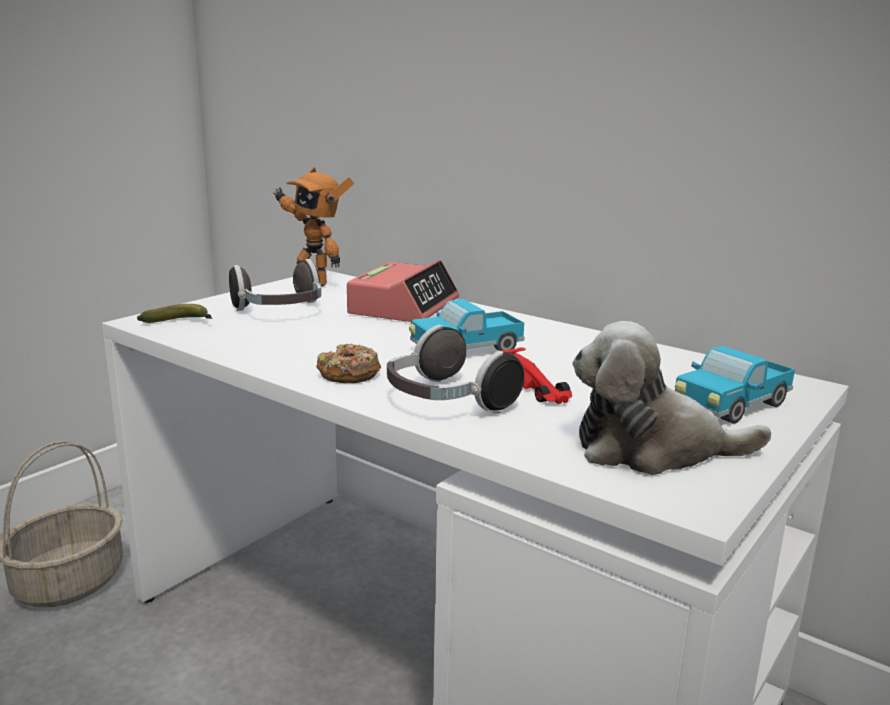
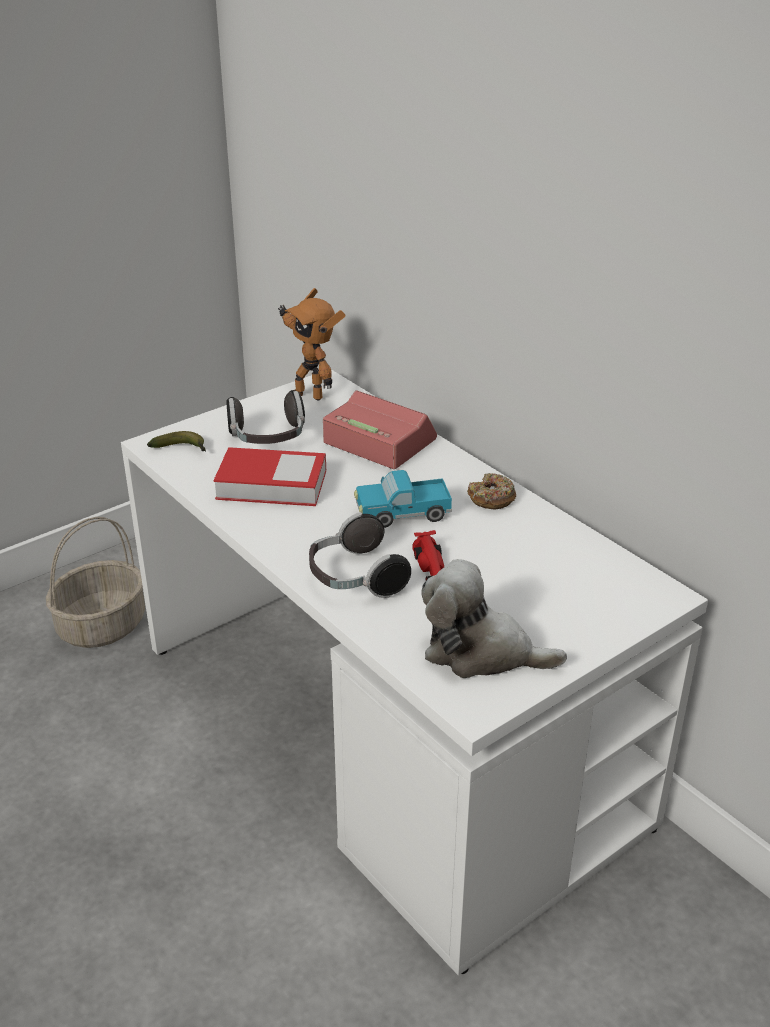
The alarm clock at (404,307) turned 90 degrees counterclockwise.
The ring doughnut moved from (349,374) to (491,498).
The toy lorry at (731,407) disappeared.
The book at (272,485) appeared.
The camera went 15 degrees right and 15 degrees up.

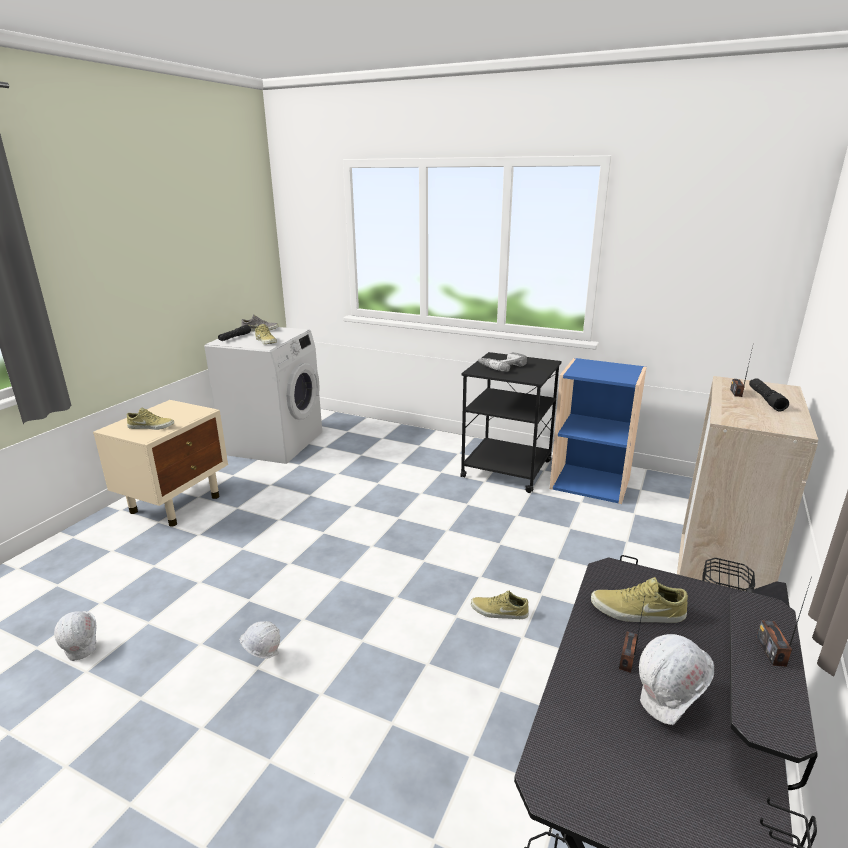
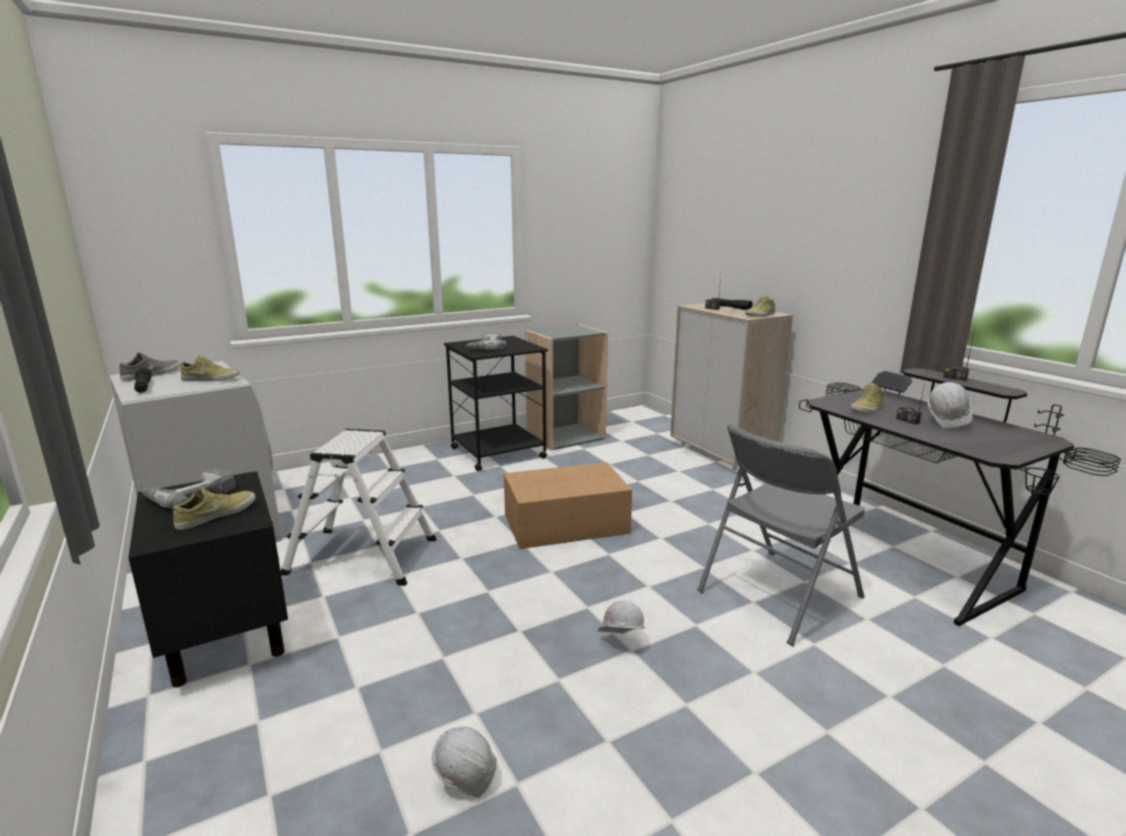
The blue bookcase at (591,483) became the gray bookcase at (566,436).
The beige night table at (176,503) became the black night table at (227,639).
The beige item of footwear moved from (499,612) to (761,315).
The gray upright chair at (779,594) appeared.
The white-coloured step stool at (362,556) appeared.
The carton at (564,523) appeared.
The electric drill at (189,495) appeared.
The camera went 55 degrees left and 5 degrees down.

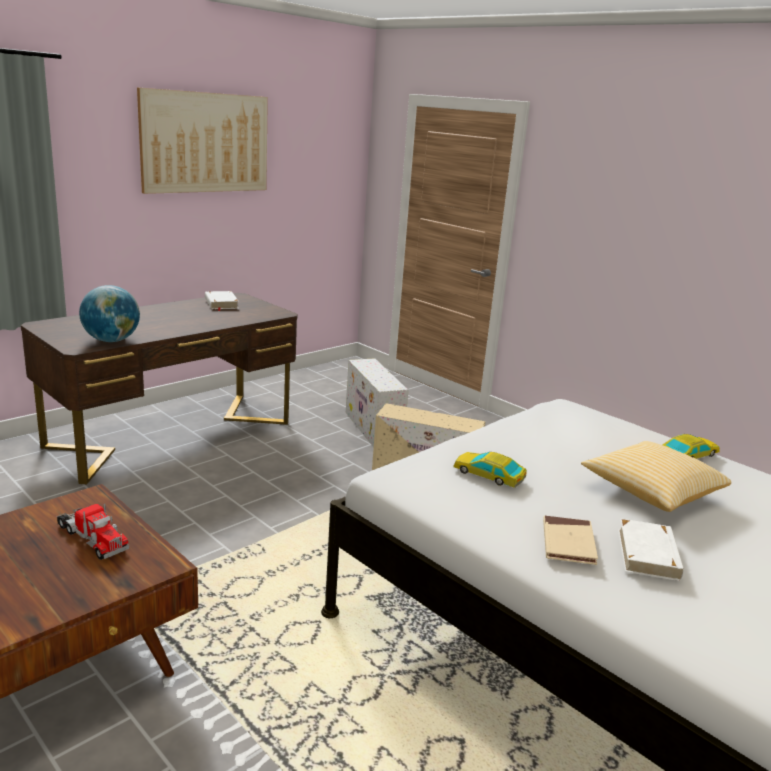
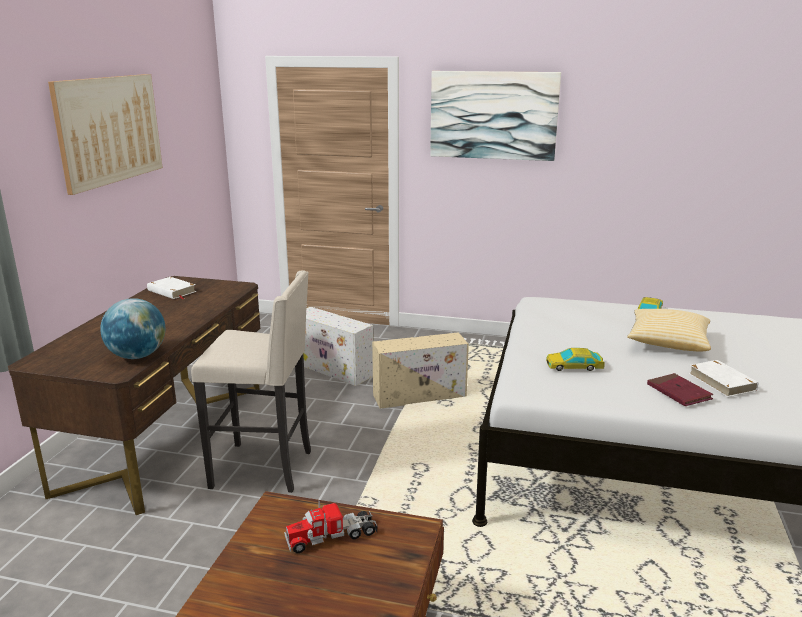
The toy lorry at (92,538) turned 150 degrees clockwise.
The beige book at (568,543) became the red-coloured book at (678,392).
The wall picture at (493,115) appeared.
The beige stool at (265,469) appeared.
The camera went 30 degrees left and 0 degrees up.

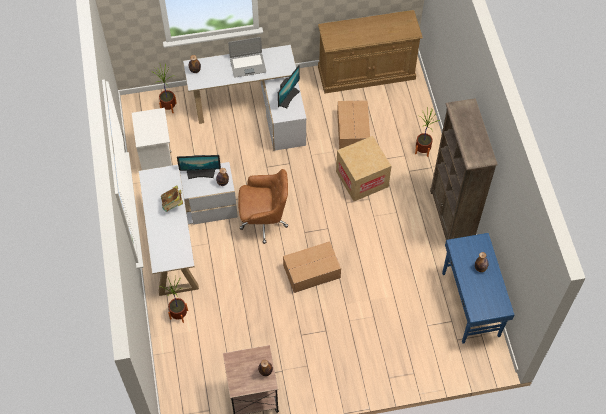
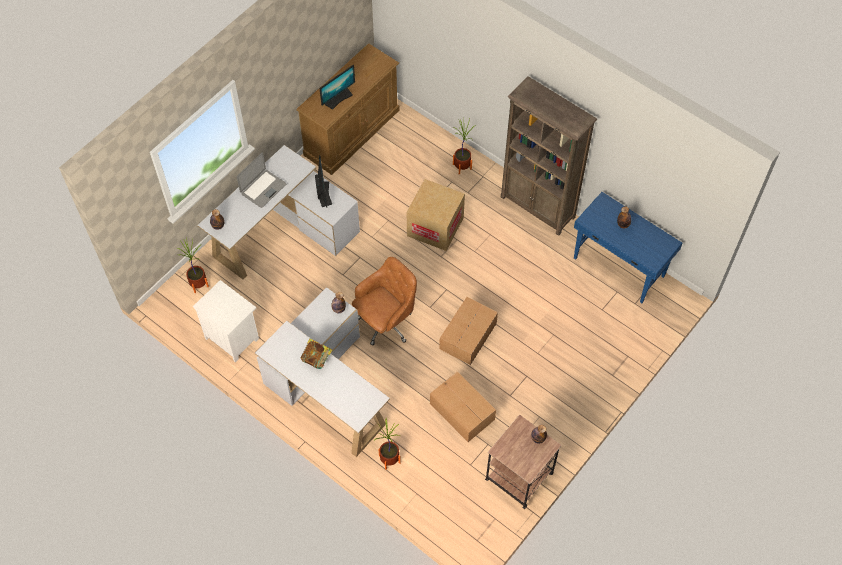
The carton moved from (352,131) to (462,412).
The monitor moved from (200,173) to (338,98).
The camera went 40 degrees left and 0 degrees up.

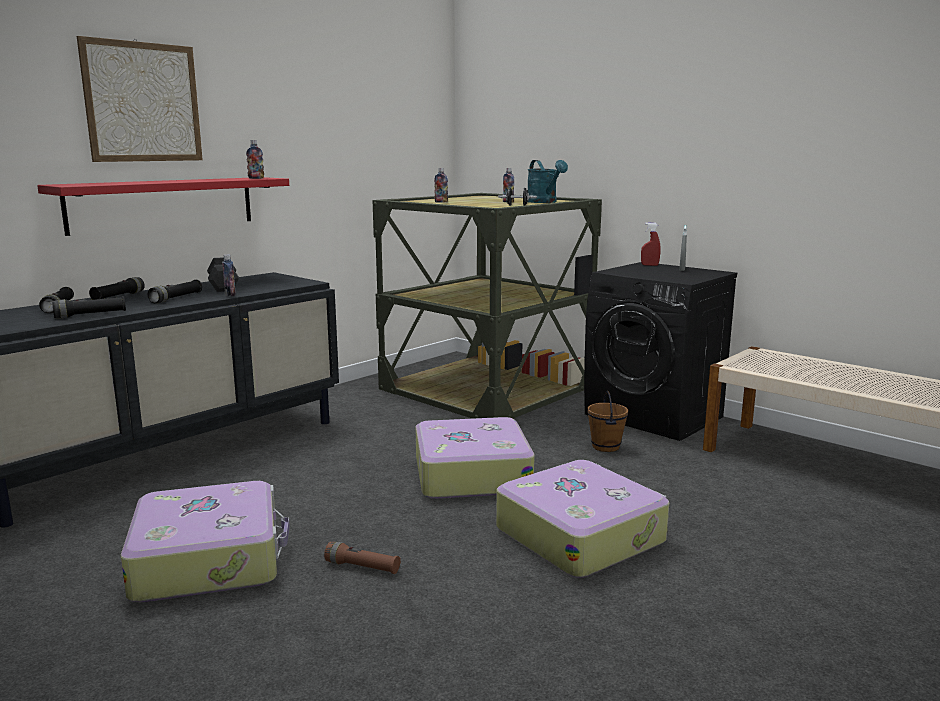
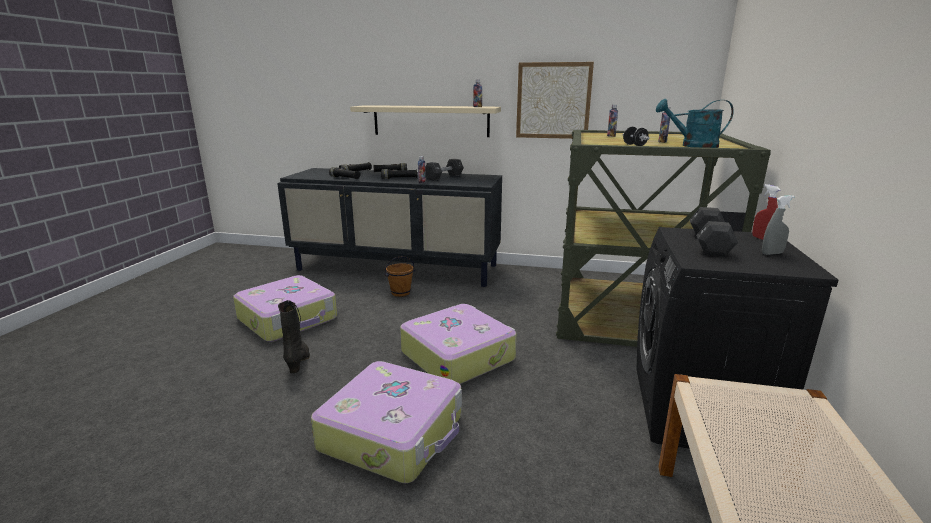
The wall picture moved from (142,101) to (553,100).
The turquoise sprinkling can at (544,202) turned 60 degrees clockwise.
The red-coloured shelf at (163,204) became the beige shelf at (430,121).
The brown pail moved from (606,447) to (401,293).
The brown torch at (362,567) was replaced by the black high-top boot at (299,361).
The black dumbbell at (709,244) appeared.
The camera went 60 degrees right and 5 degrees up.

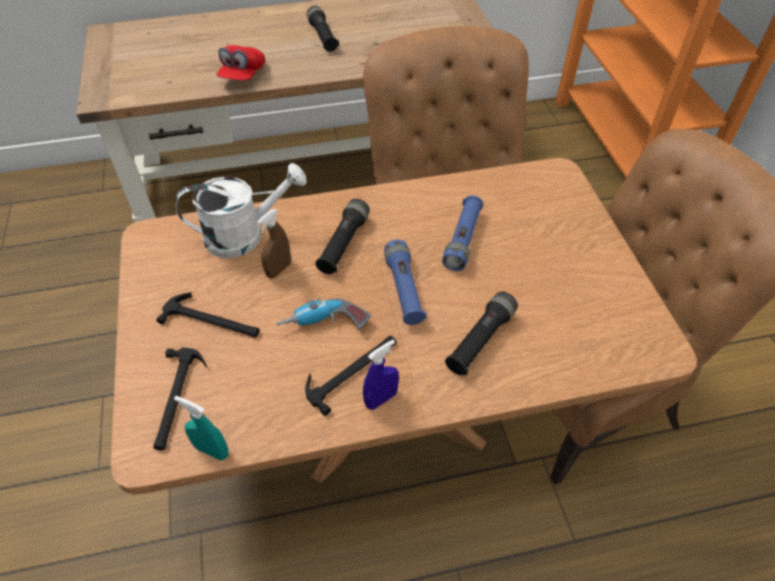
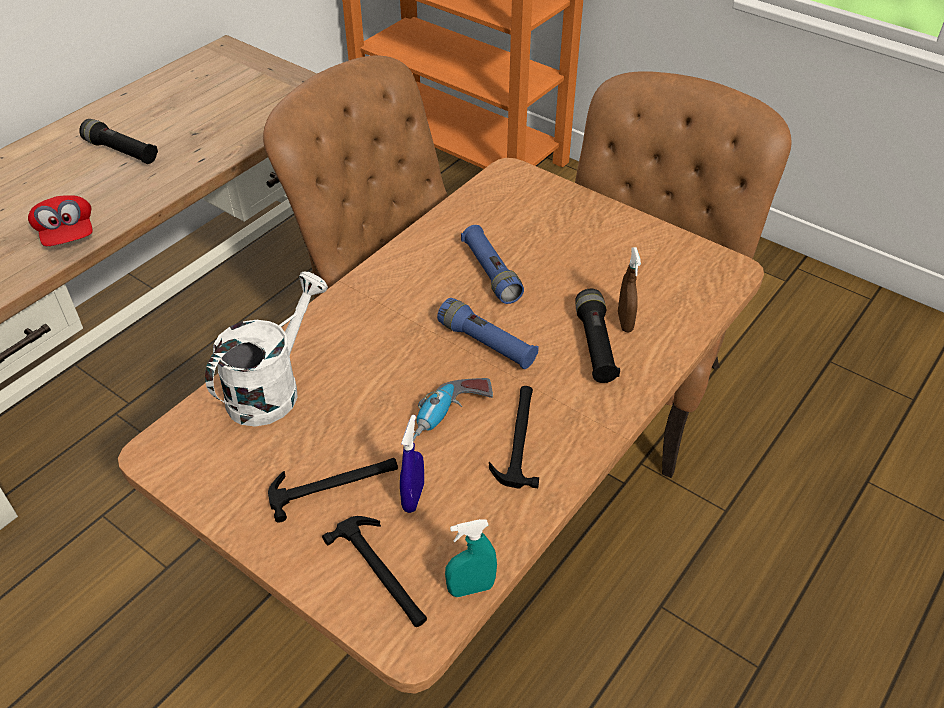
The black torch at (343,244) disappeared.
The brown hand sprayer moved from (278,270) to (625,322).
The blue hand sprayer moved from (381,399) to (413,497).
The camera went 40 degrees left and 5 degrees down.

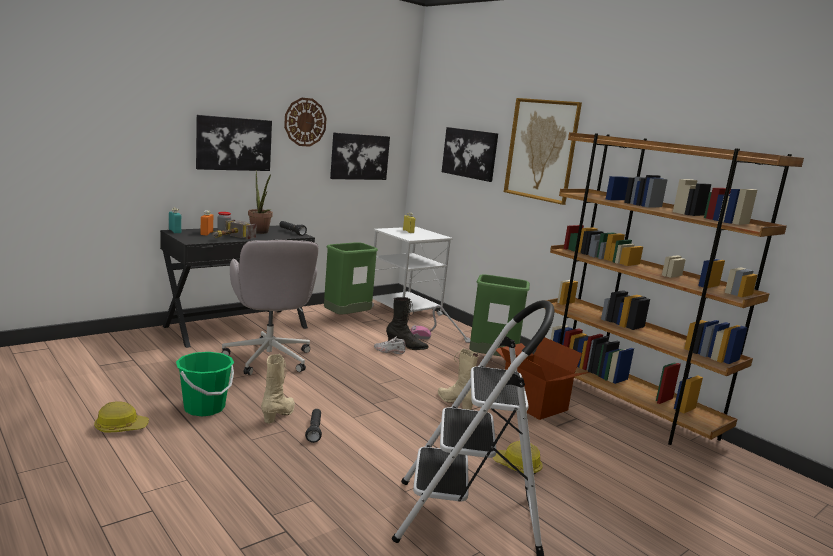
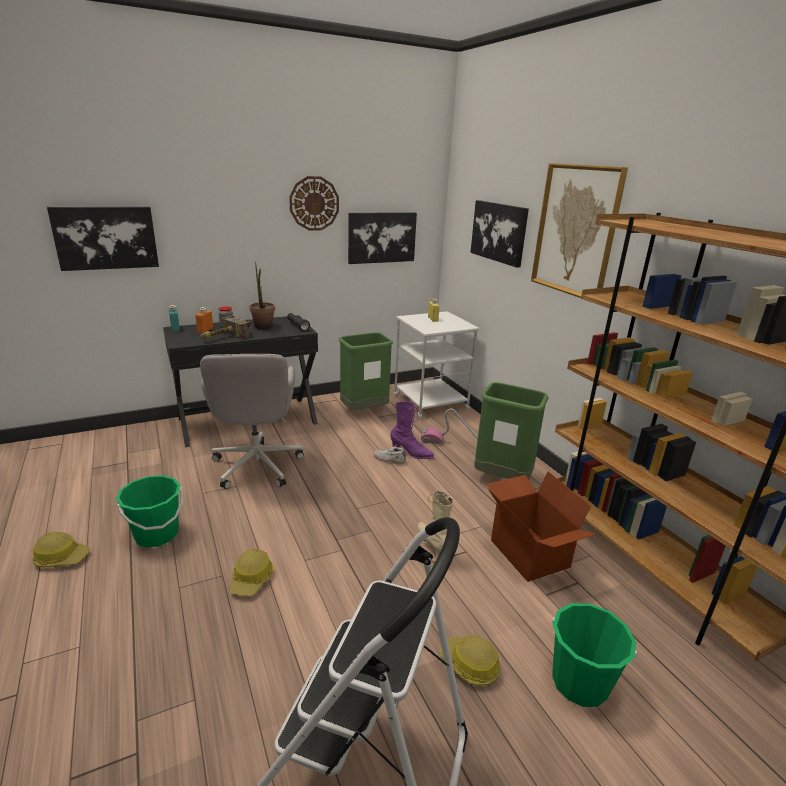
The wall picture moved from (234,143) to (106,237).
The black high-top boot at (406,346) became the purple-coloured high-top boot at (411,453).
The beige high-top boot at (279,415) disappeared.
The black torch at (314,431) was replaced by the work helmet at (252,579).
The green-coloured pail at (580,682) appeared.
The camera went 15 degrees right and 10 degrees up.

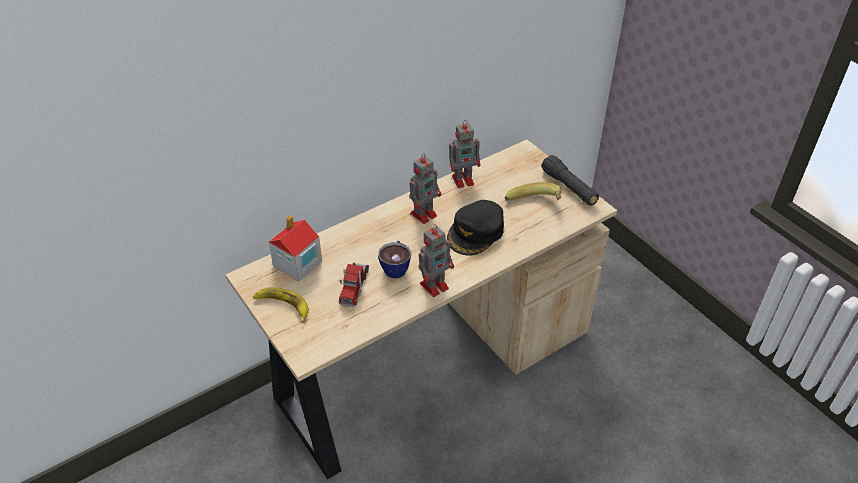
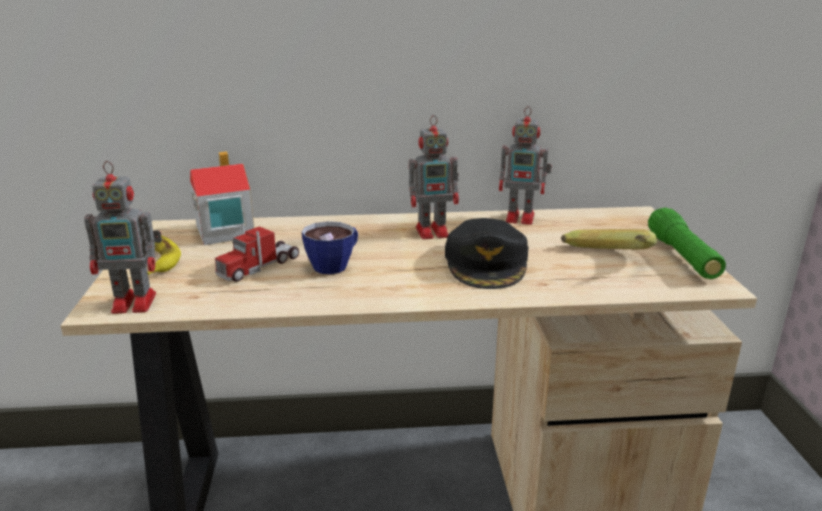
The black torch at (569,188) became the green-coloured torch at (682,257).
The black cap at (476,232) turned 60 degrees counterclockwise.
The toy robot moved from (435,285) to (137,302).
The camera went 30 degrees right and 20 degrees down.

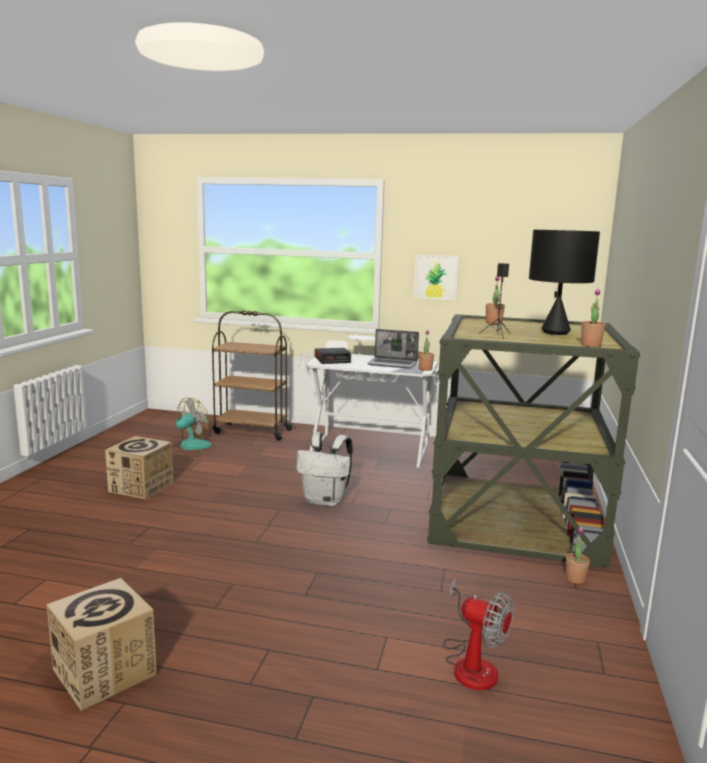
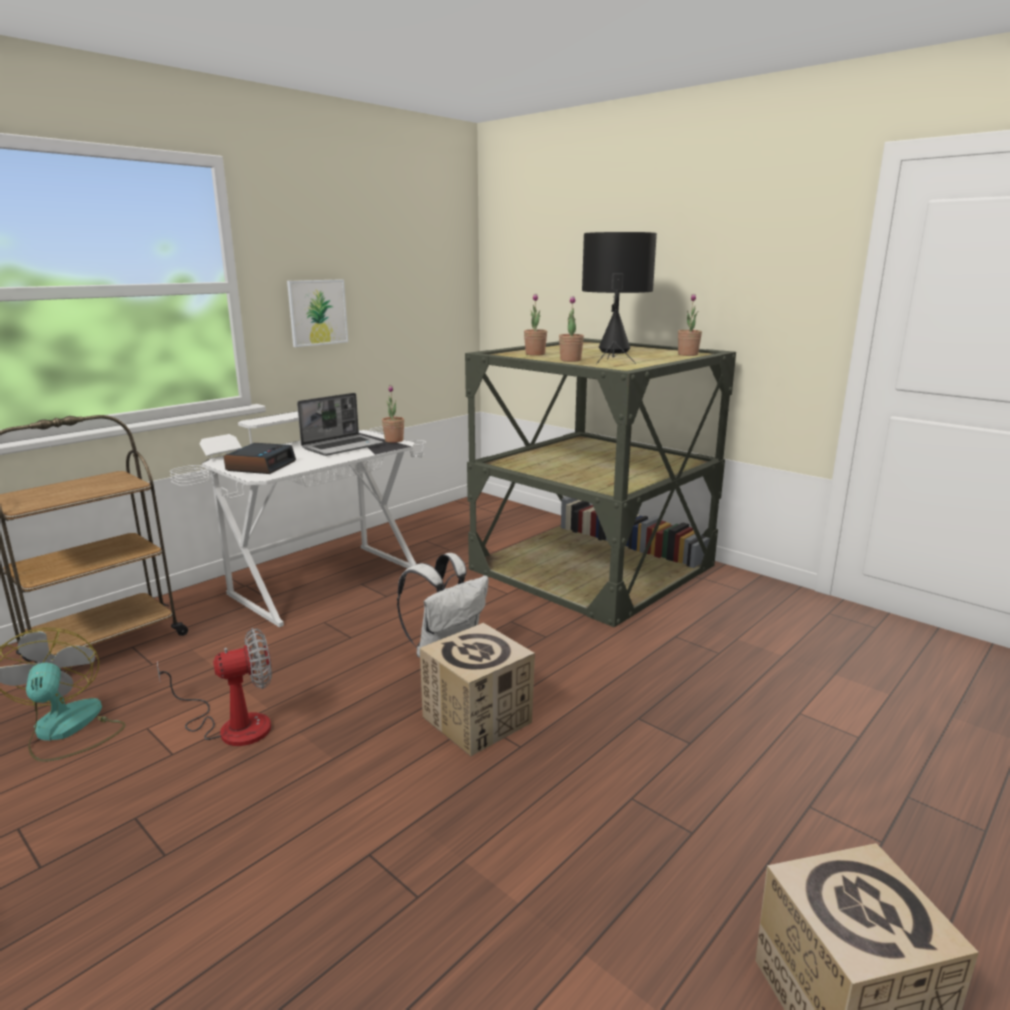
The carton moved from (141,487) to (477,719).
The houseplant moved from (575,579) to (570,360).
The cooling fan moved from (471,663) to (232,725).
The camera went 60 degrees left and 5 degrees up.

